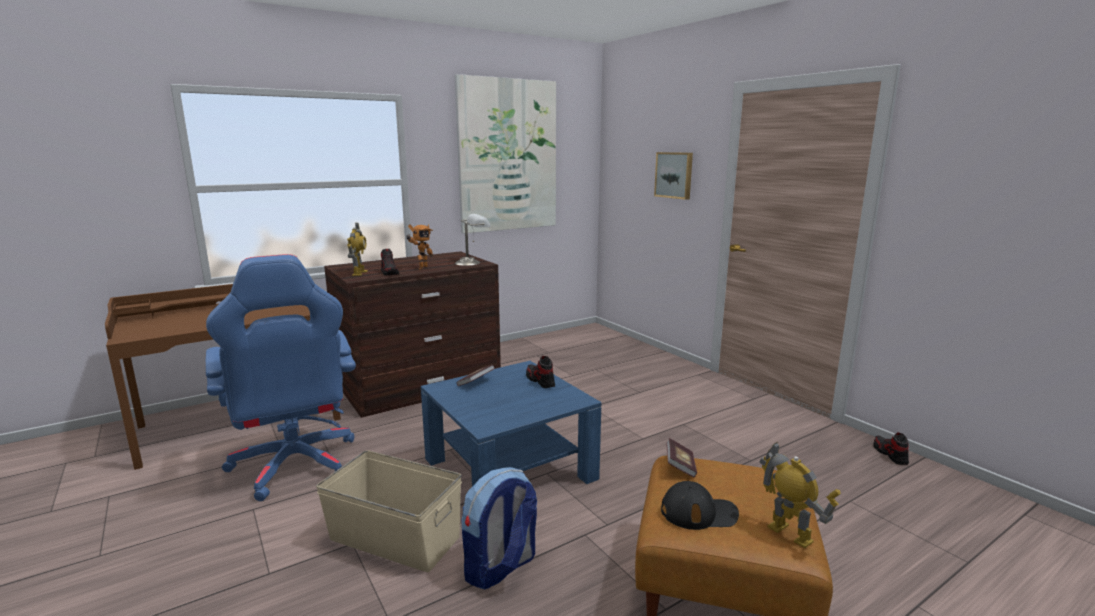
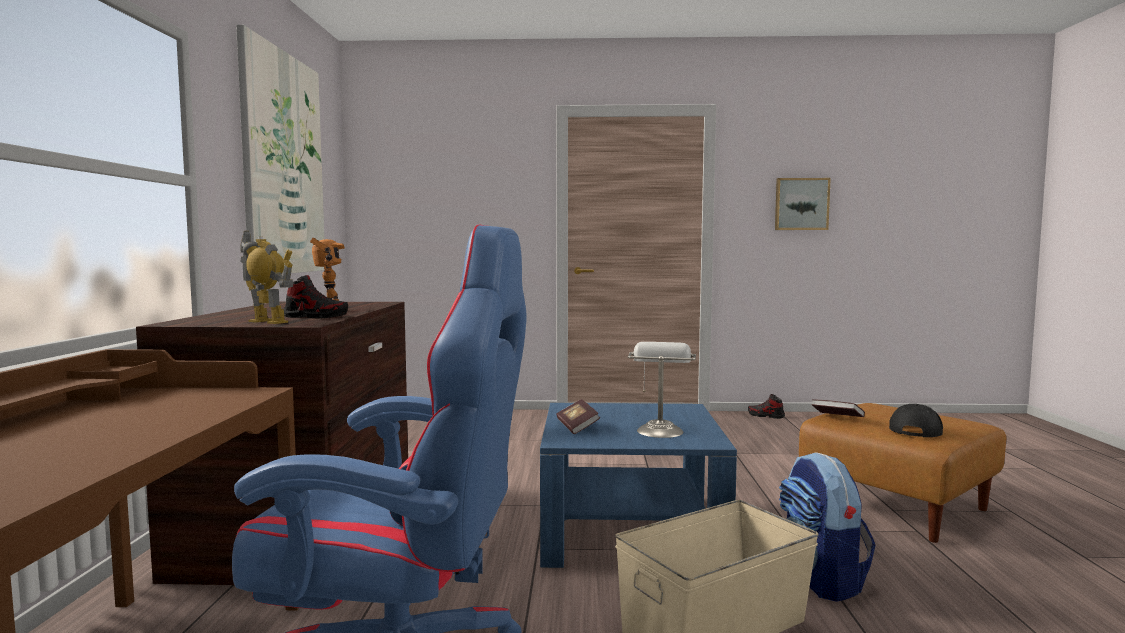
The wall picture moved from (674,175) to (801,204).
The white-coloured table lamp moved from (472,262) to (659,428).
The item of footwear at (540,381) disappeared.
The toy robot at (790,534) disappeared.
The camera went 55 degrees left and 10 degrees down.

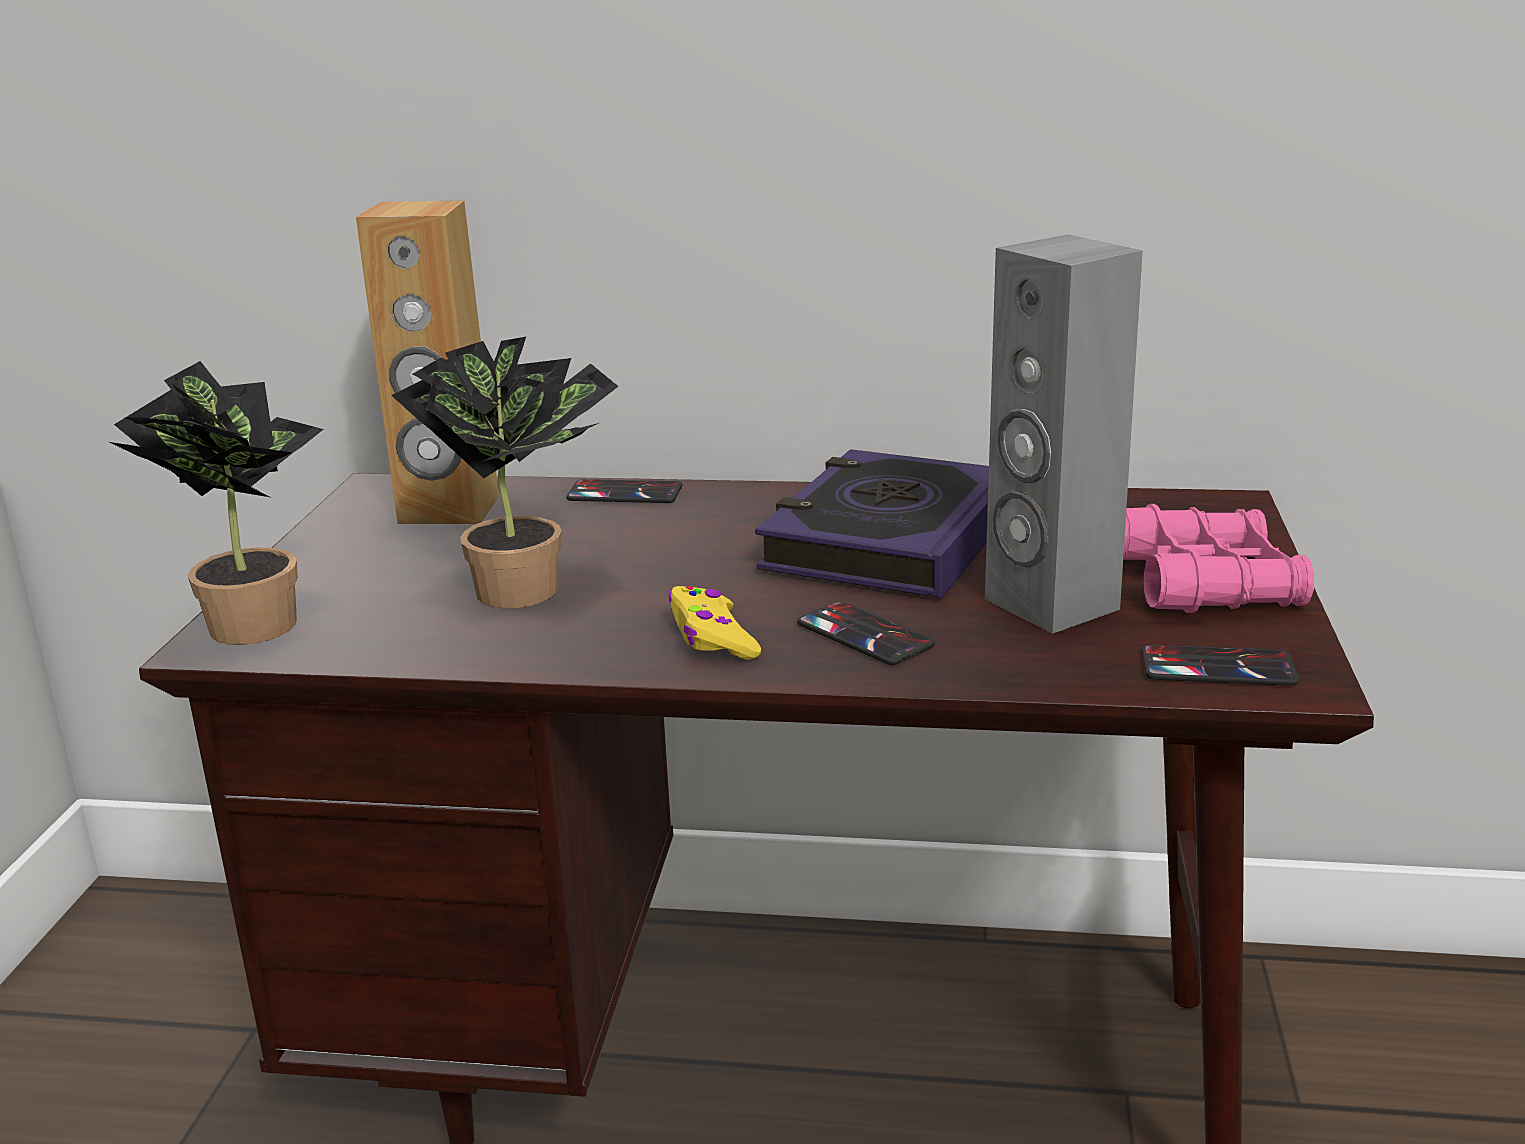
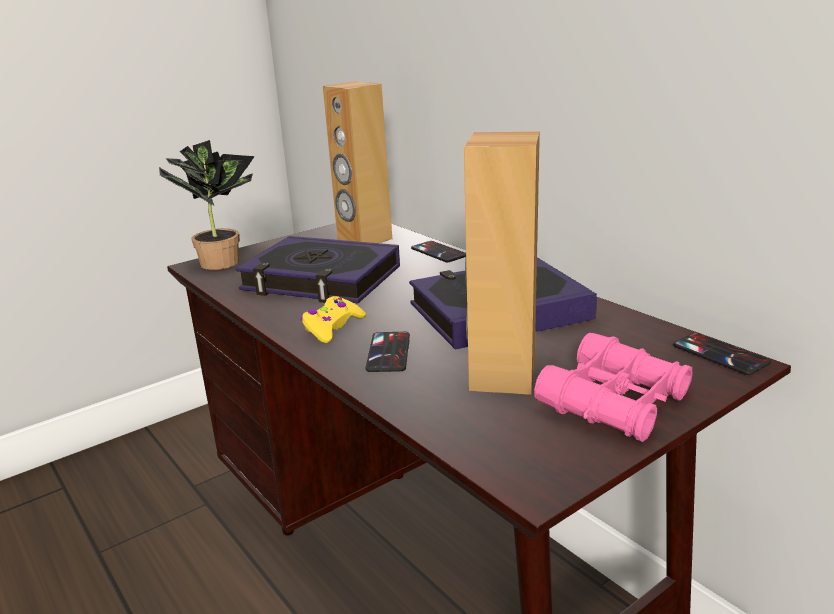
The gray speaker at (1050,605) became the brown speaker at (501,376).
The houseplant at (528,587) was replaced by the book at (321,280).
The phone moved from (1218,667) to (720,354).
The camera went 45 degrees right and 0 degrees up.

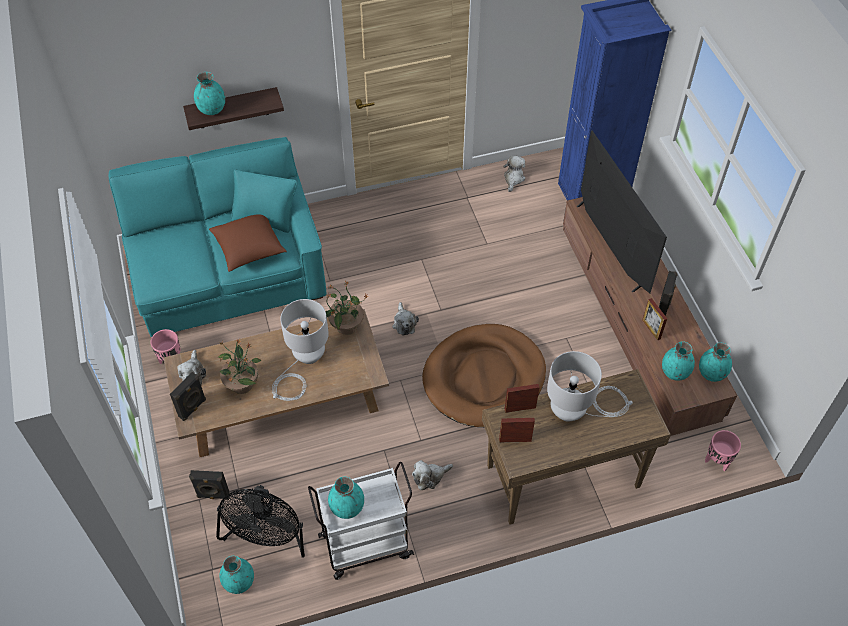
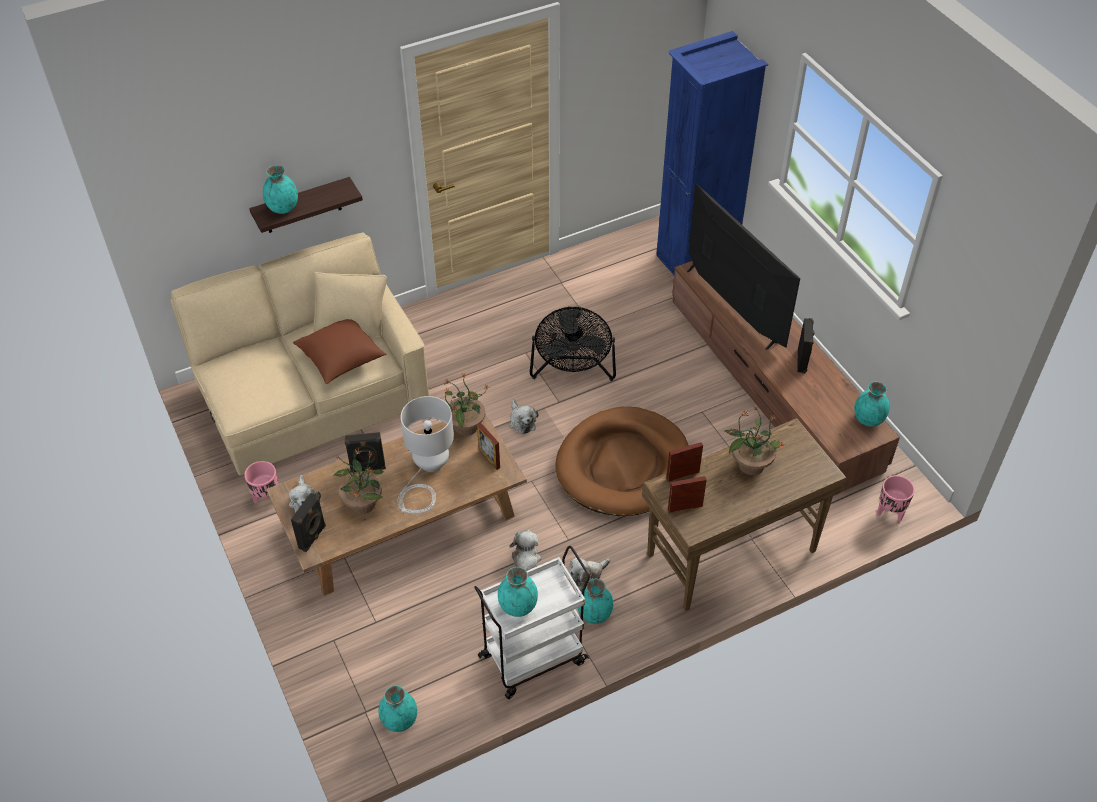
The turquoise couch at (229,274) became the beige couch at (313,398).
The soft toy moved from (513,178) to (525,560).
The picture frame moved from (651,329) to (489,459).
The turquoise vase moved from (674,372) to (594,614).
The gray table lamp at (584,407) was replaced by the houseplant at (750,464).
The black speaker moved from (213,495) to (368,468).
The black cooling fan moved from (265,531) to (570,367).
The camera went 10 degrees left and 5 degrees down.

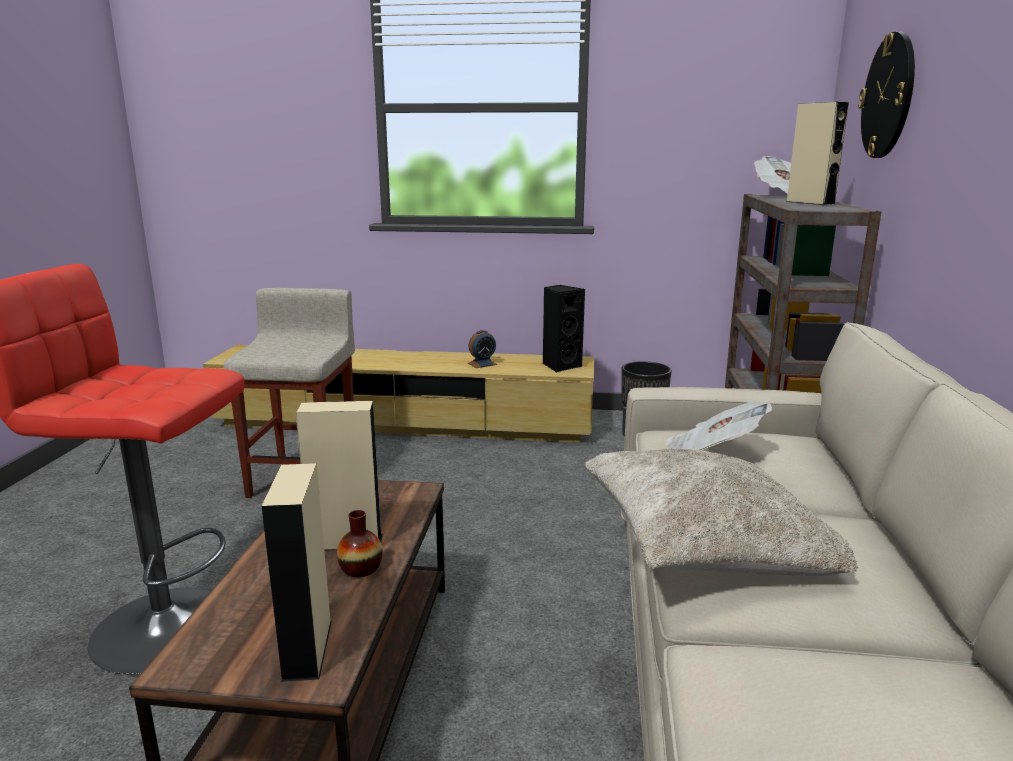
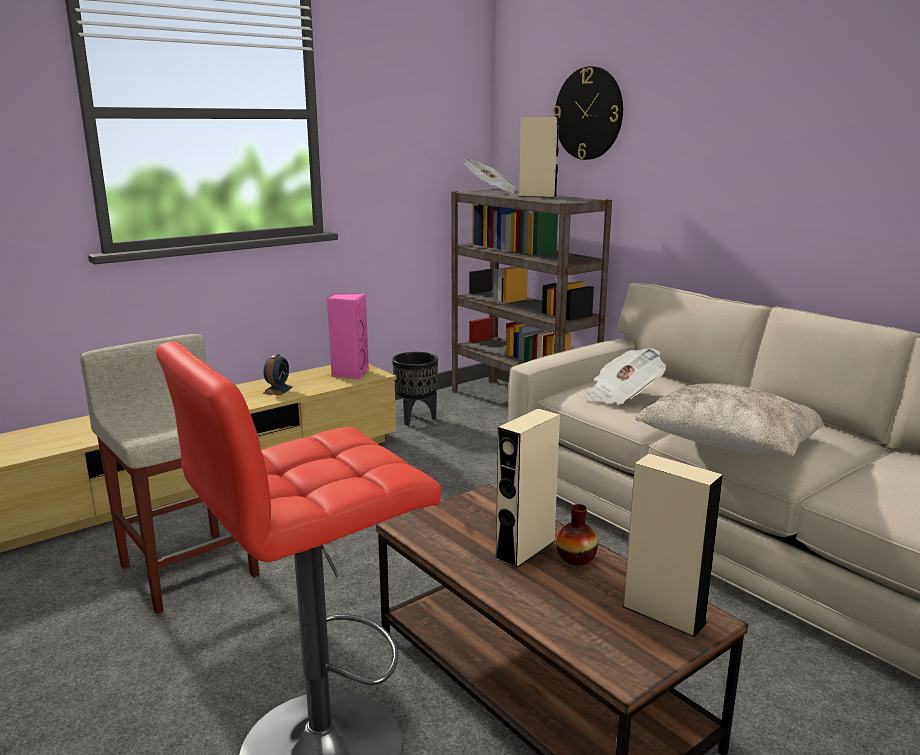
The black speaker at (560,366) became the pinkish speaker at (349,373).
The camera went 45 degrees left and 0 degrees up.

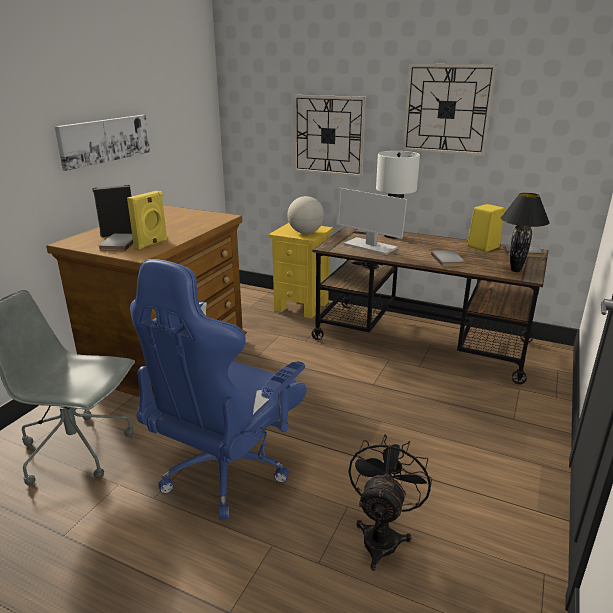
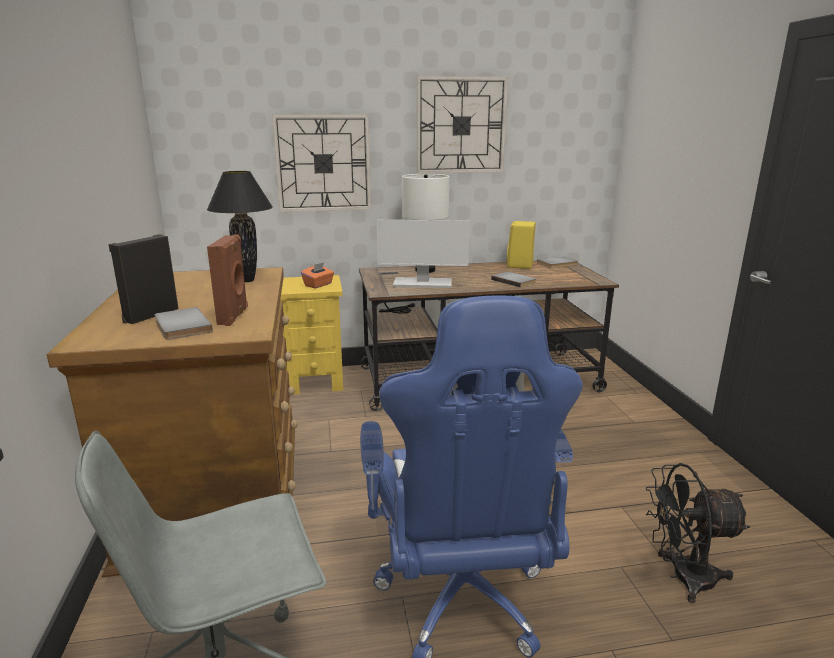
The wall picture at (105,140) disappeared.
The yellowish speaker at (152,244) became the brown speaker at (234,316).
The black table lamp moved from (516,270) to (248,280).
The desk globe at (305,232) was replaced by the orange box of tissues at (318,285).
The black cooling fan at (382,536) turned 75 degrees counterclockwise.
The camera went 35 degrees left and 5 degrees down.

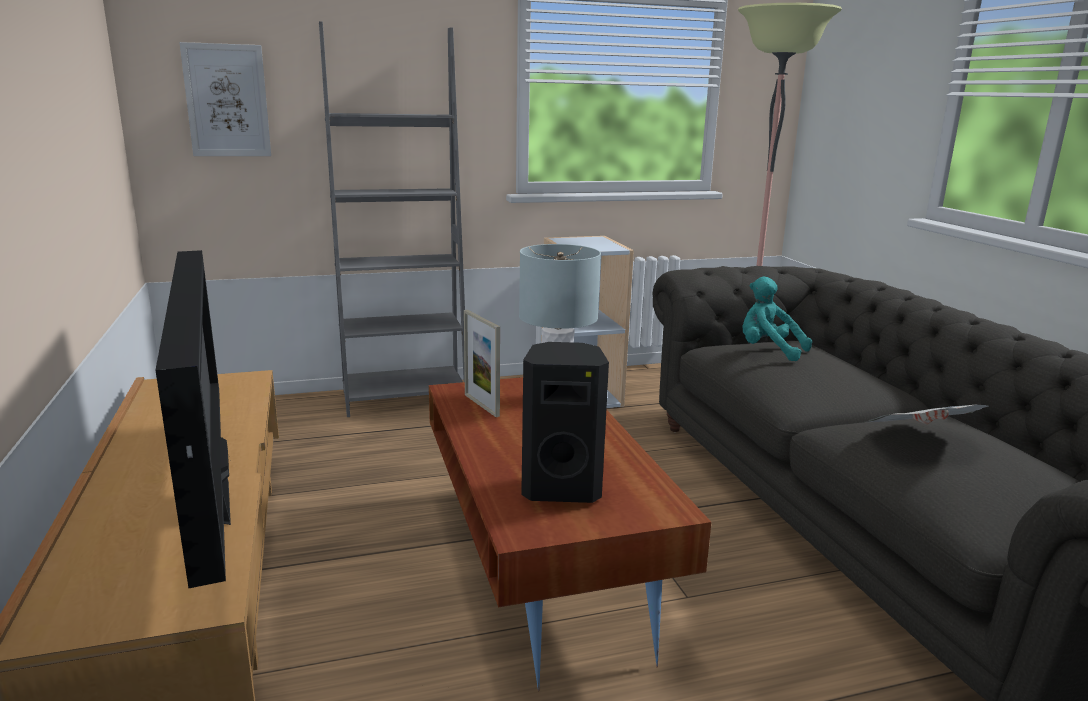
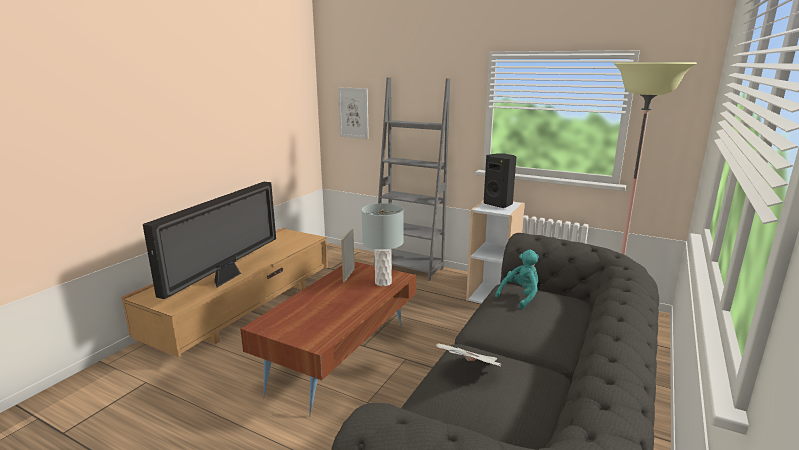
The turquoise soft toy at (768,351) turned 60 degrees clockwise.
The black speaker moved from (561,488) to (499,204).
The camera went 45 degrees right and 0 degrees up.

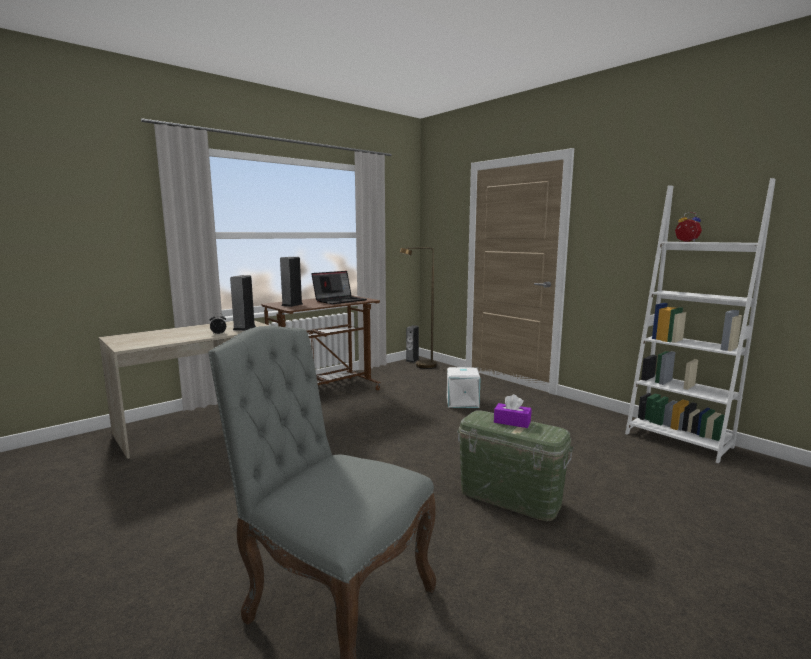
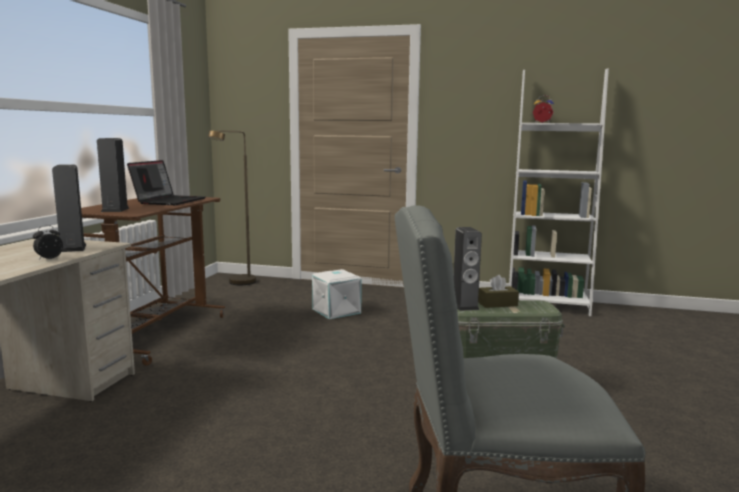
The speaker moved from (412,360) to (464,305).
The purple-coloured box of tissues at (512,422) became the brown box of tissues at (497,304).
The camera went 35 degrees left and 0 degrees up.

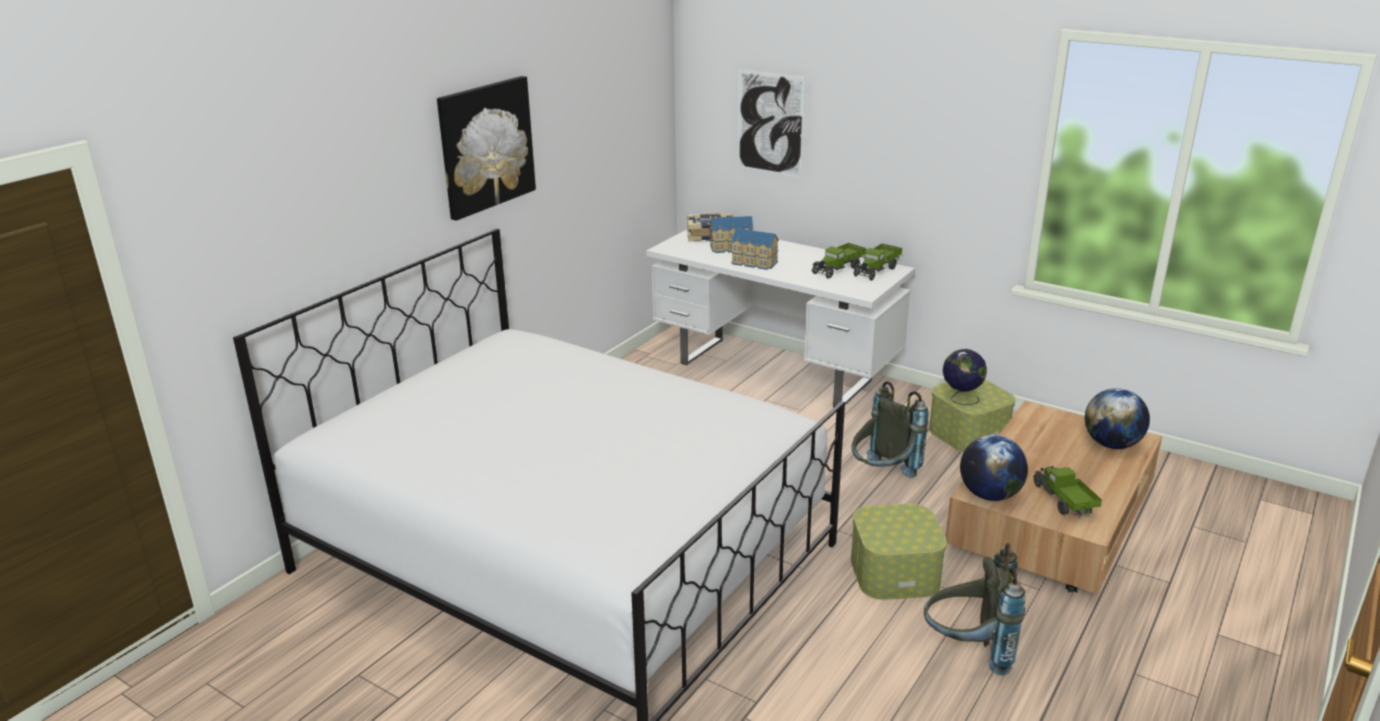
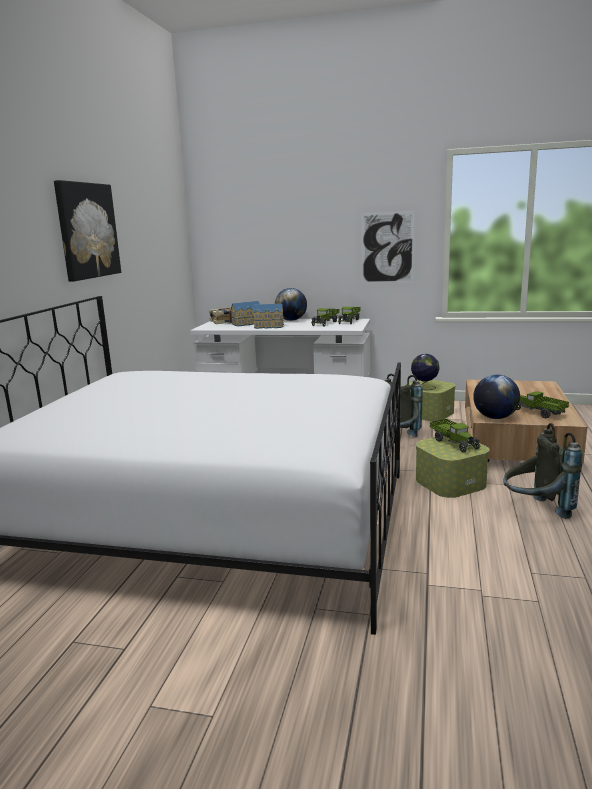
The wall picture moved from (770,123) to (387,247).
The desk globe moved from (1111,444) to (291,320).
The toy lorry at (454,443) appeared.
The camera went 20 degrees left and 10 degrees down.

